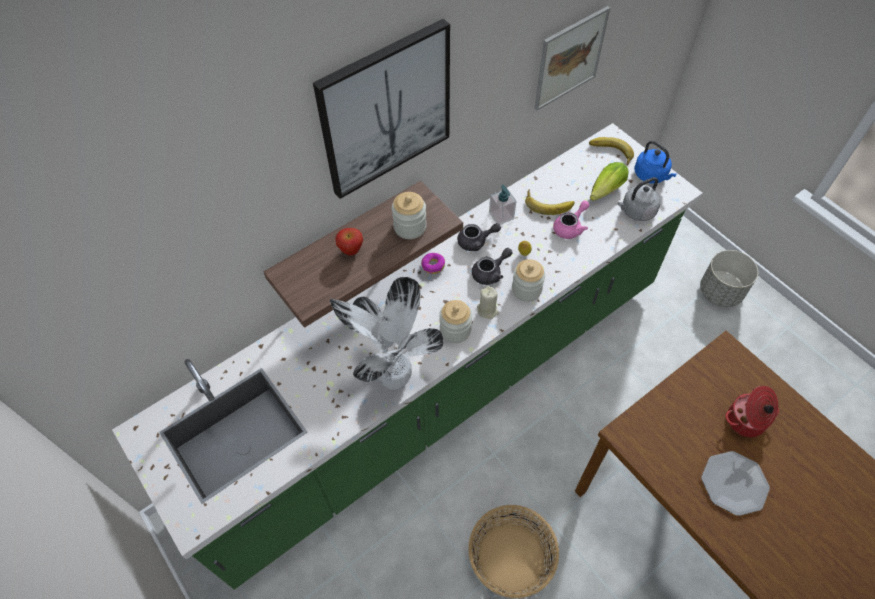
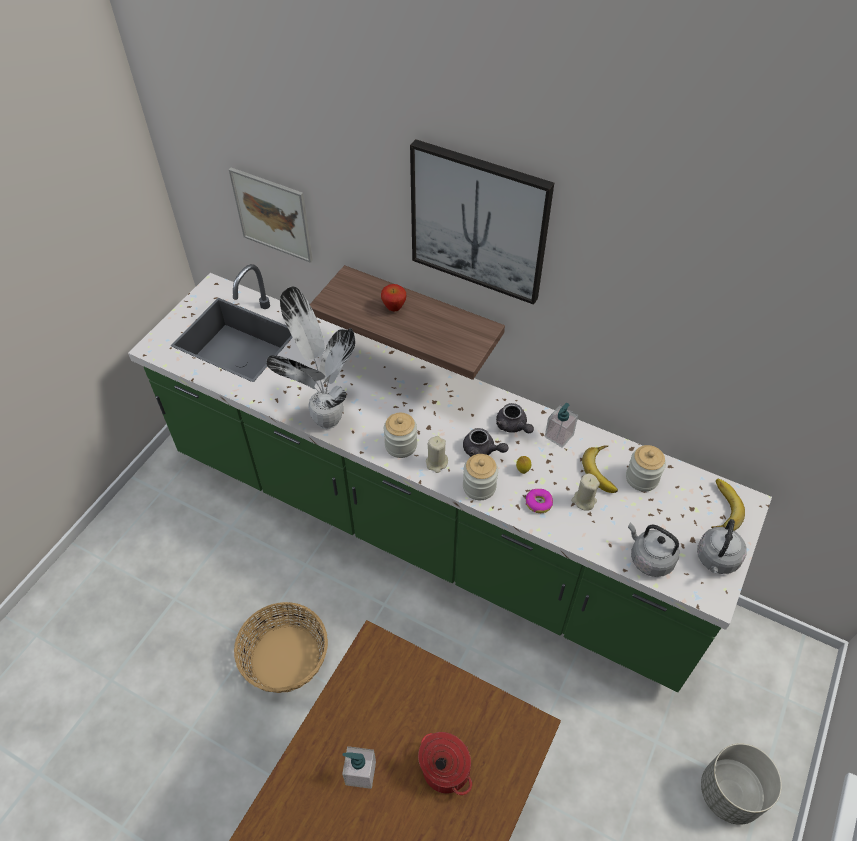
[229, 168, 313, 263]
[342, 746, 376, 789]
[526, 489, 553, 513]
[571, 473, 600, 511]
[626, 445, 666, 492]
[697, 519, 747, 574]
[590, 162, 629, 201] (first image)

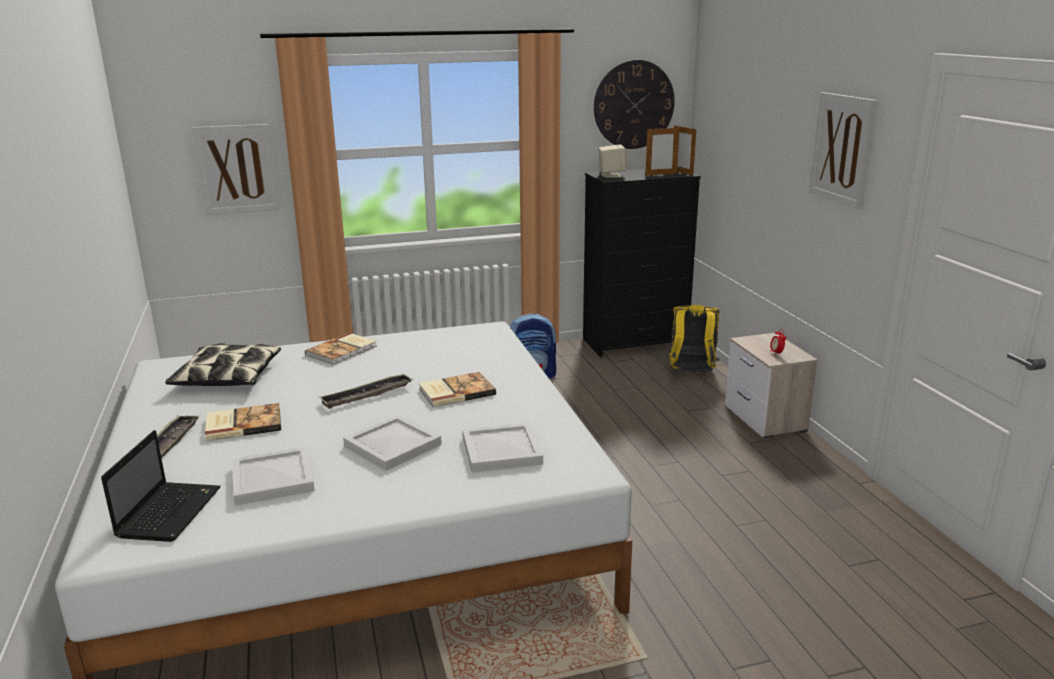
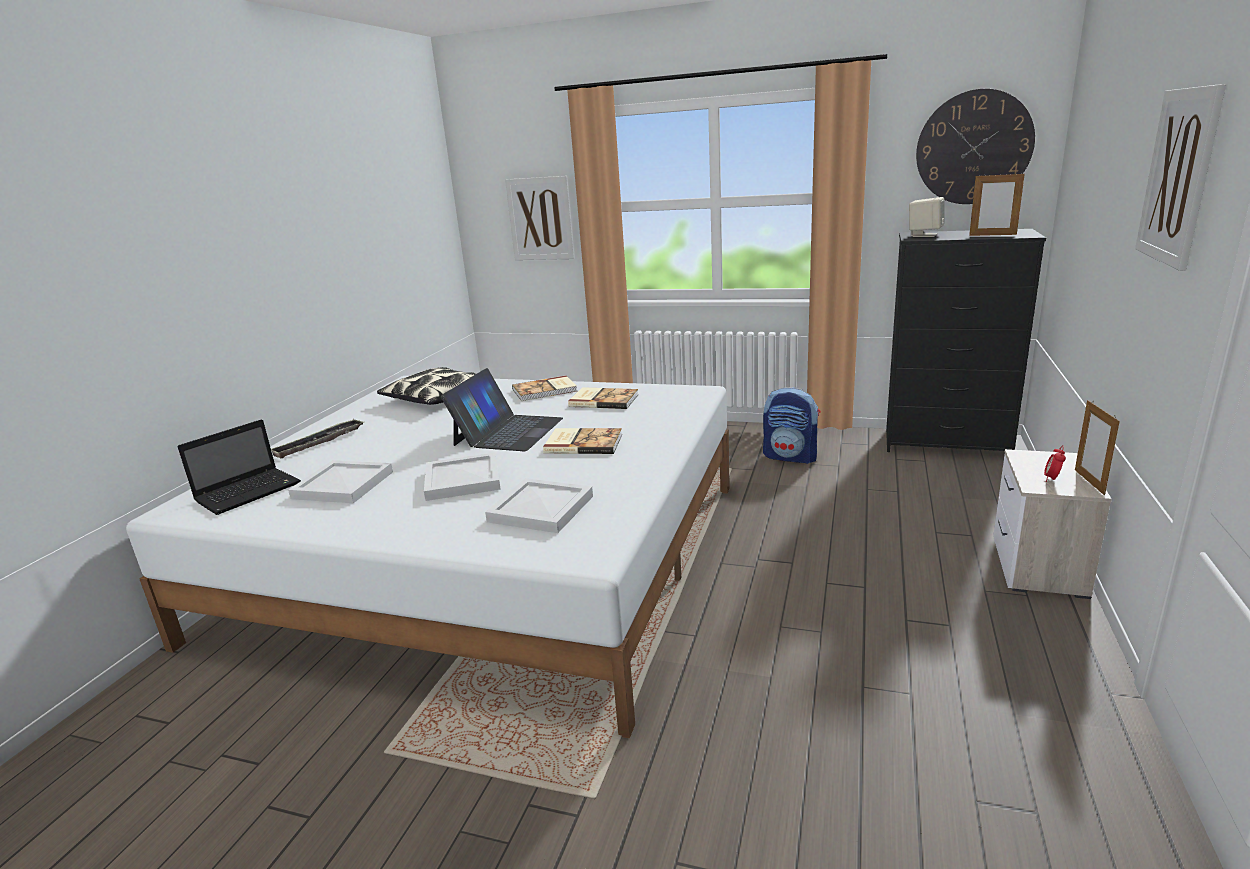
[441, 368, 563, 451]
[568, 387, 638, 409]
[1075, 400, 1120, 495]
[667, 305, 720, 373] (first image)

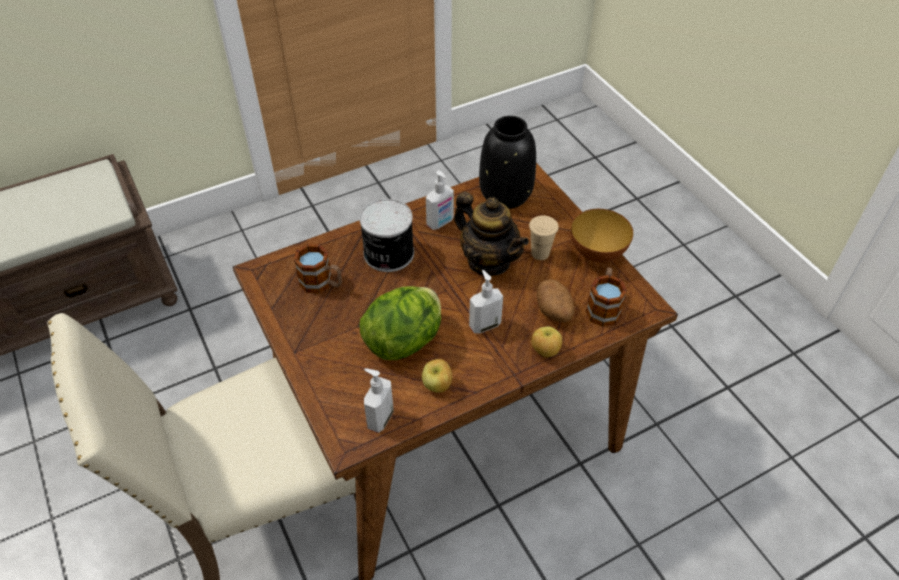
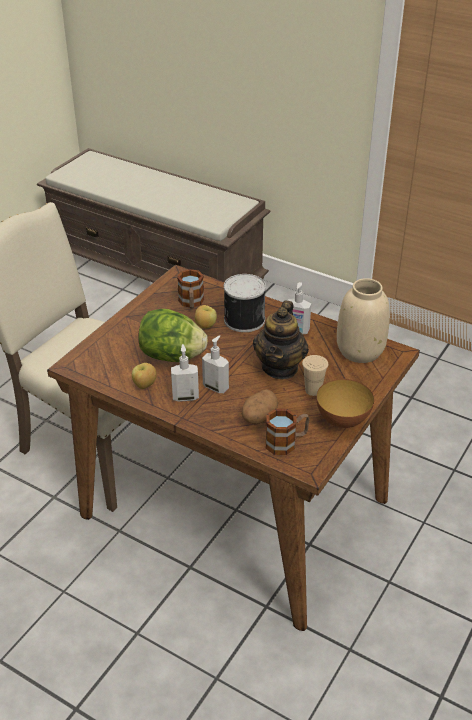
[171, 344, 199, 401]
[195, 305, 217, 329]
[337, 278, 390, 363]

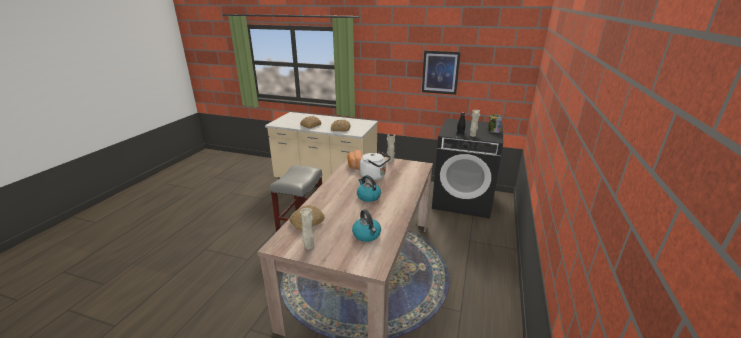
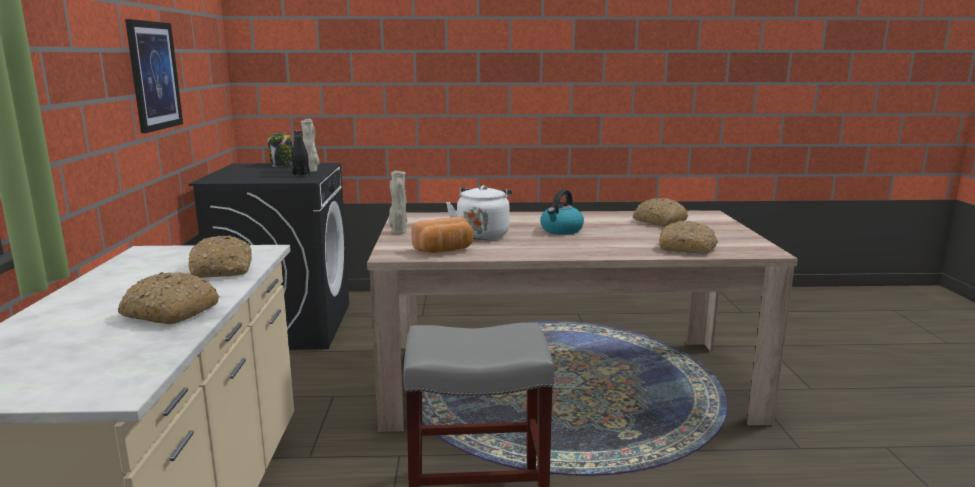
[633, 198, 688, 226]
[300, 208, 314, 249] (first image)

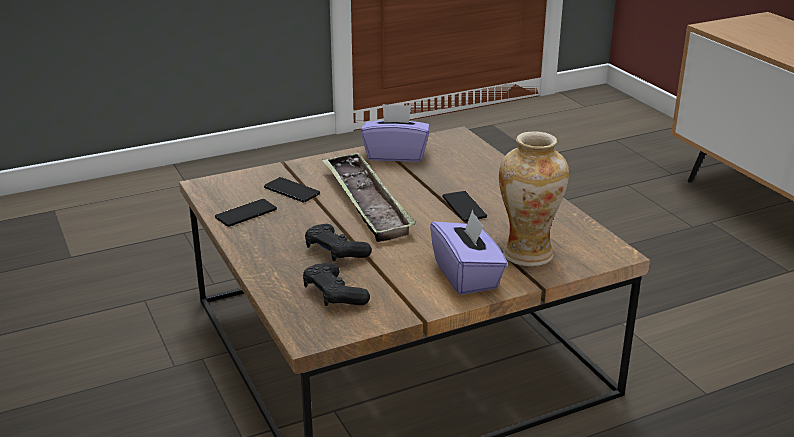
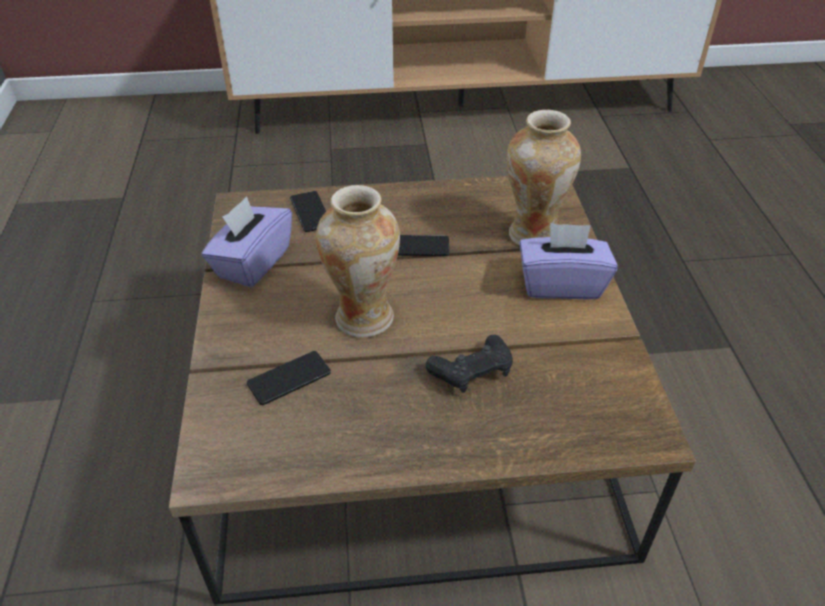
[290, 191, 326, 232]
[316, 185, 400, 337]
[303, 263, 370, 306] (first image)

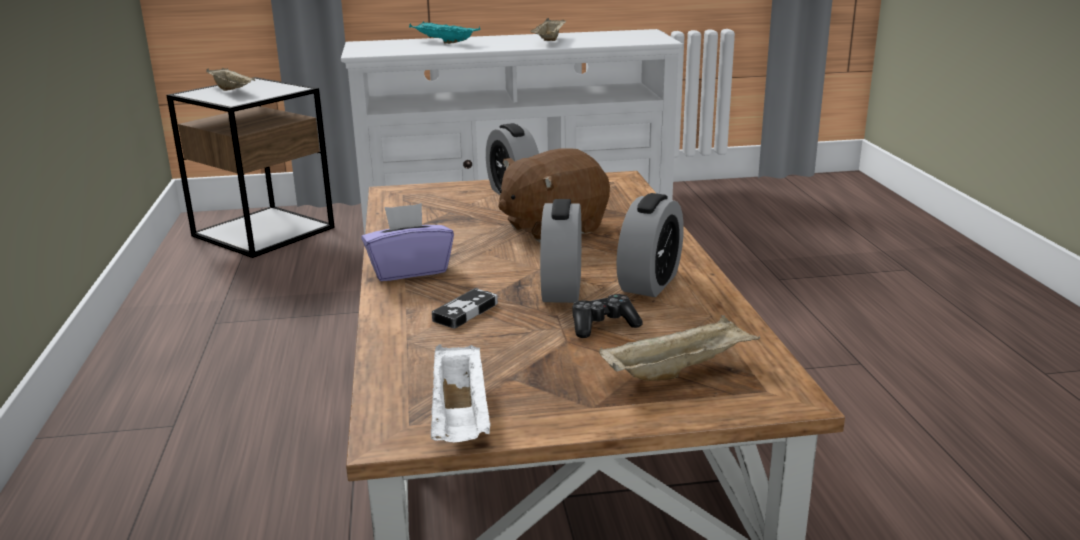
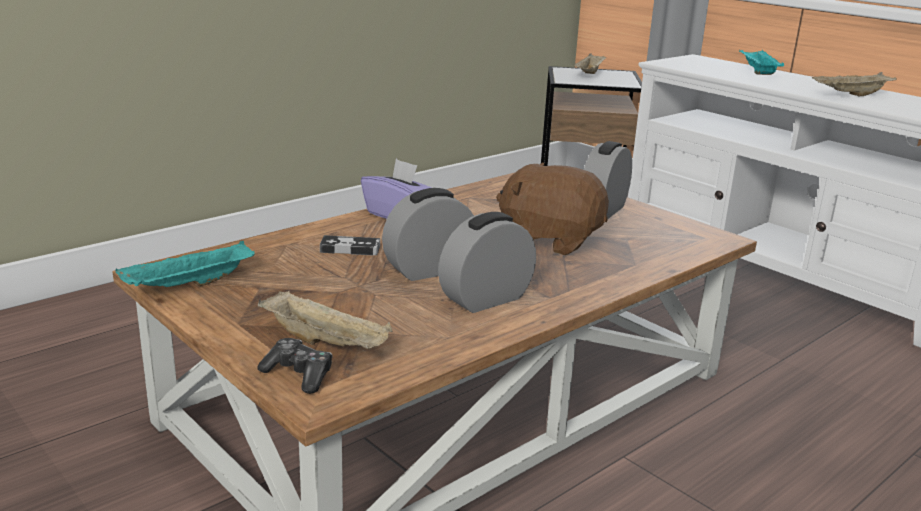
[116, 241, 255, 287]
[257, 338, 333, 394]
[438, 212, 536, 313]

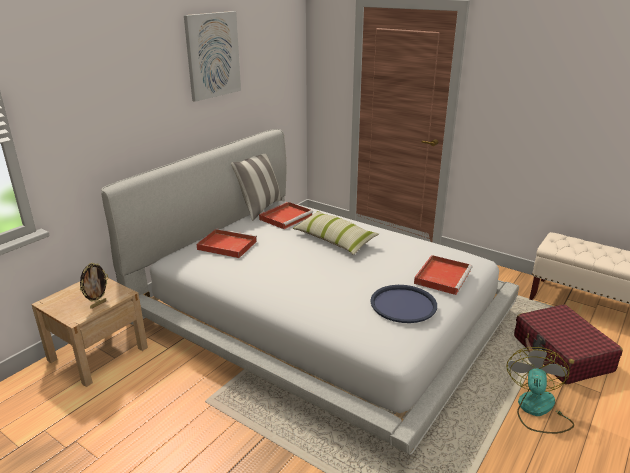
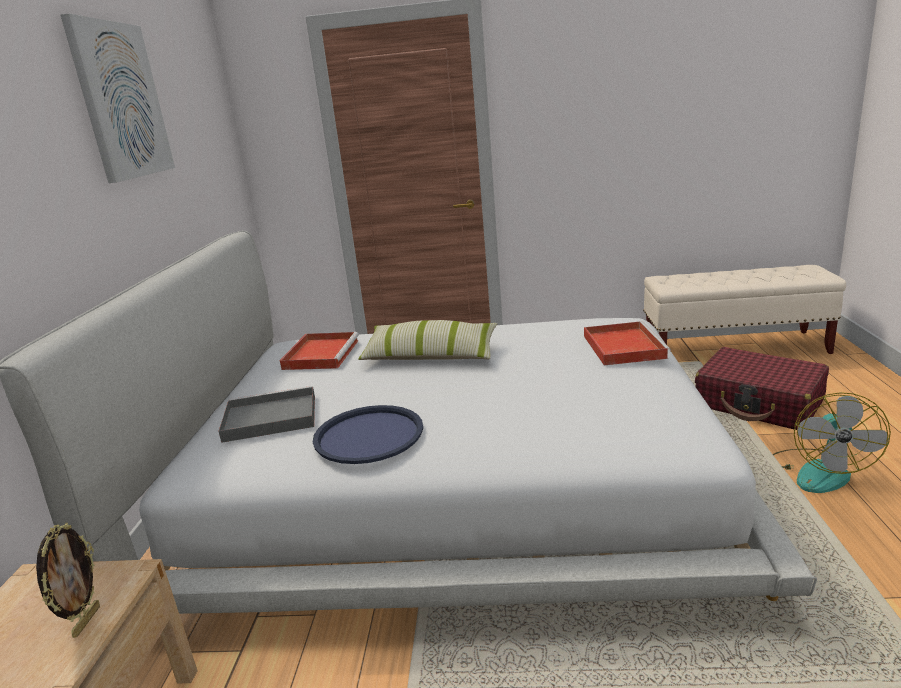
[218, 386, 315, 443]
[313, 405, 423, 464]
[773, 392, 891, 493]
[231, 154, 282, 221] (first image)

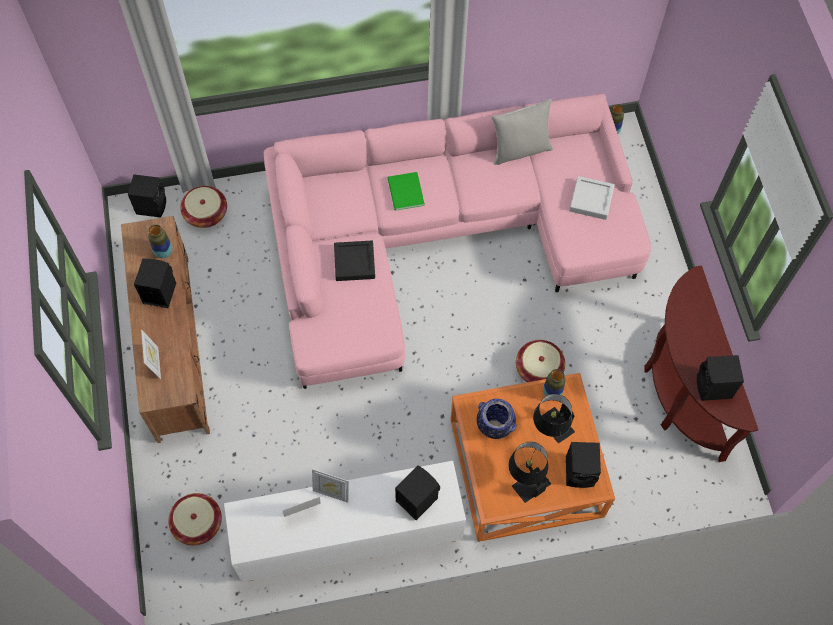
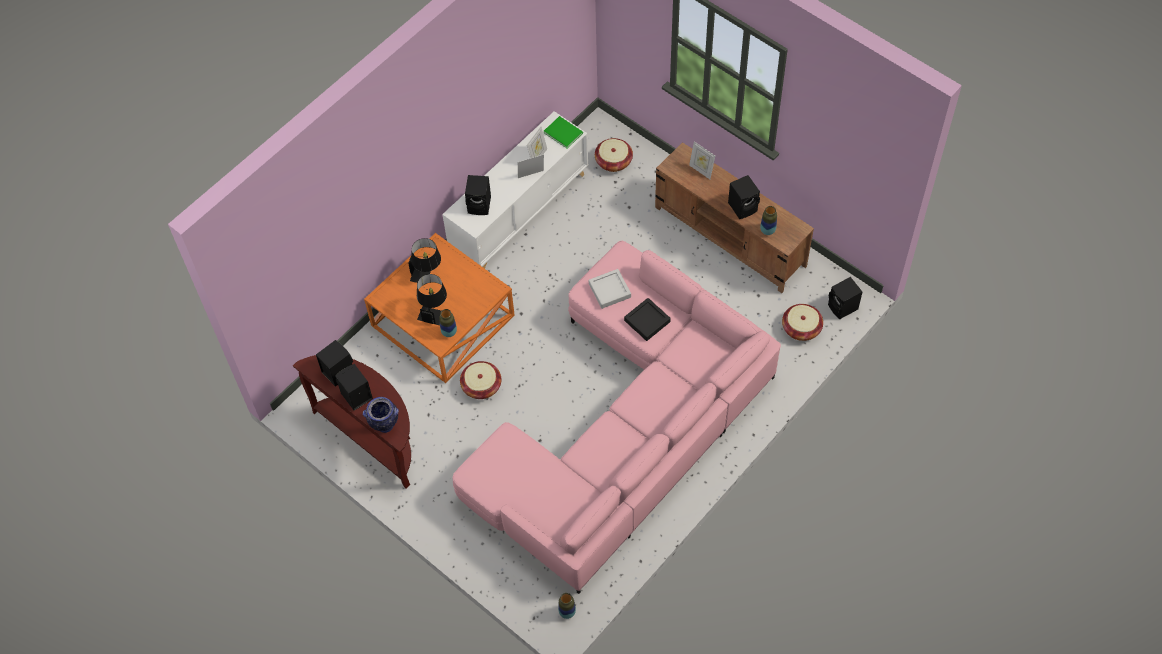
[335, 364, 373, 411]
[363, 397, 399, 433]
[544, 116, 583, 148]
[589, 269, 631, 309]
[492, 99, 553, 165] (first image)

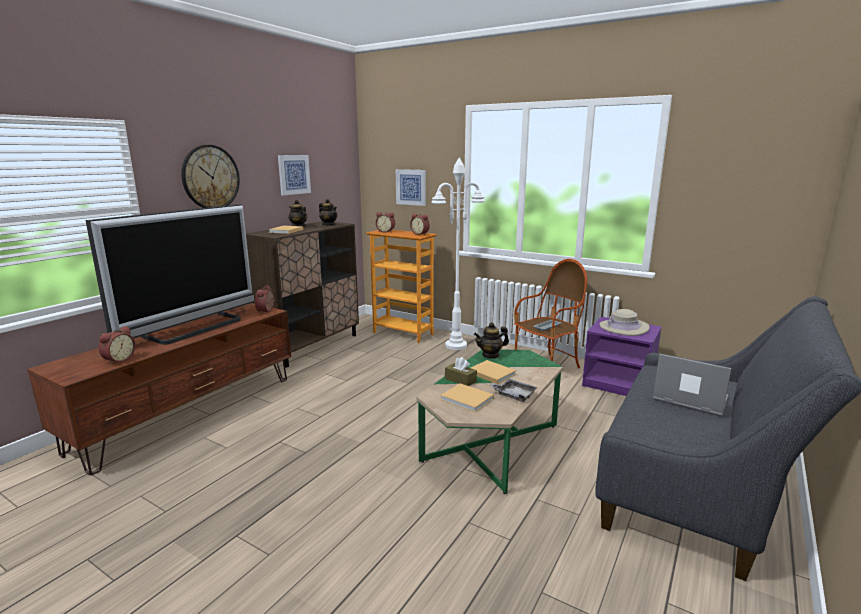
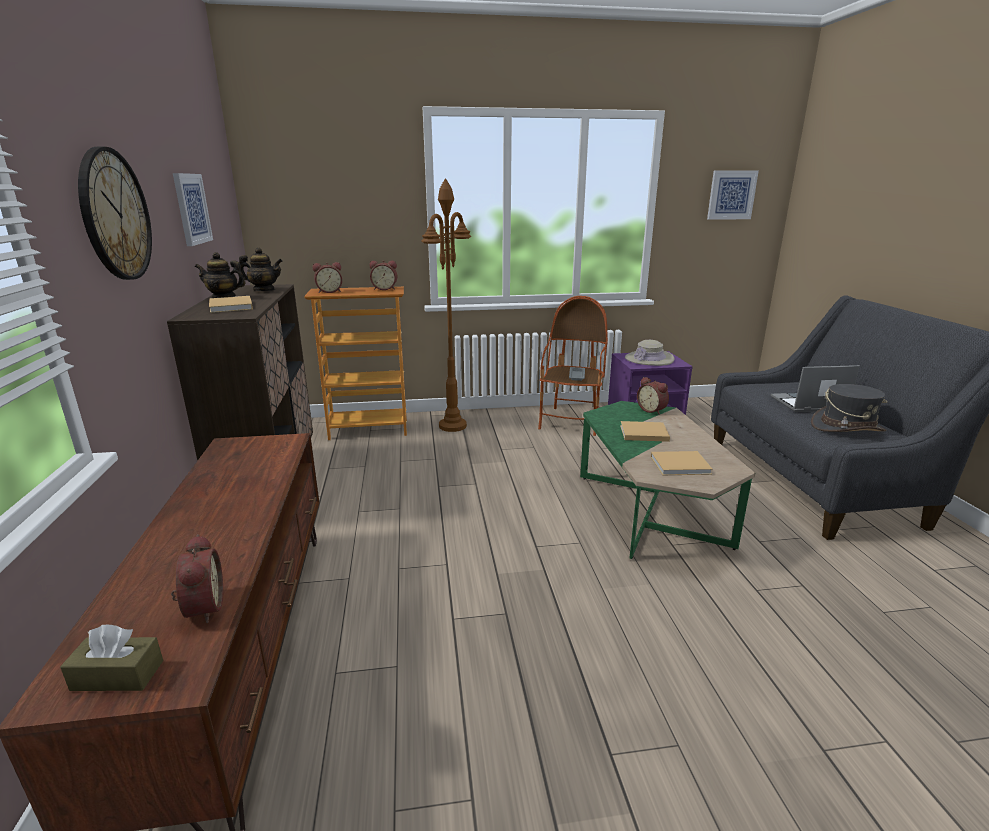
[60, 625, 163, 691]
[421, 178, 471, 432]
[637, 377, 669, 415]
[707, 170, 759, 220]
[811, 384, 888, 432]
[86, 204, 255, 345] (first image)
[474, 322, 509, 359] (first image)
[490, 379, 537, 402] (first image)

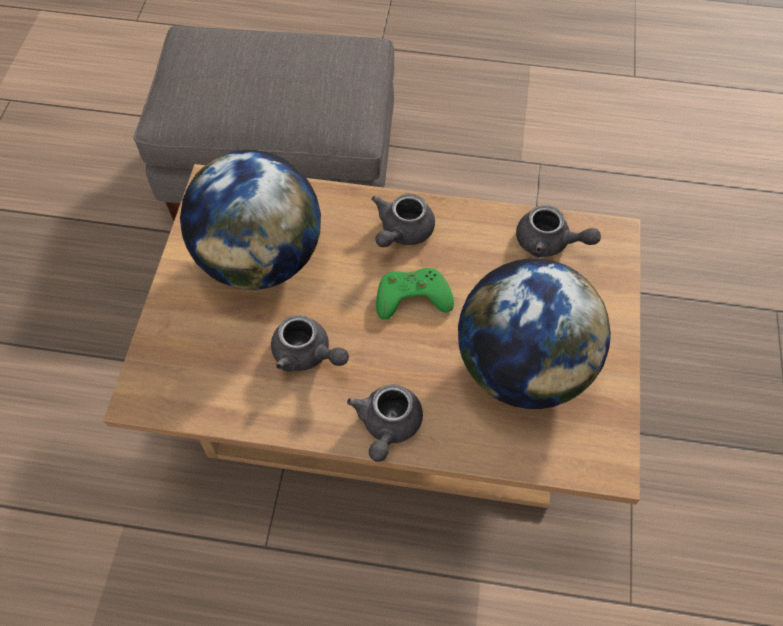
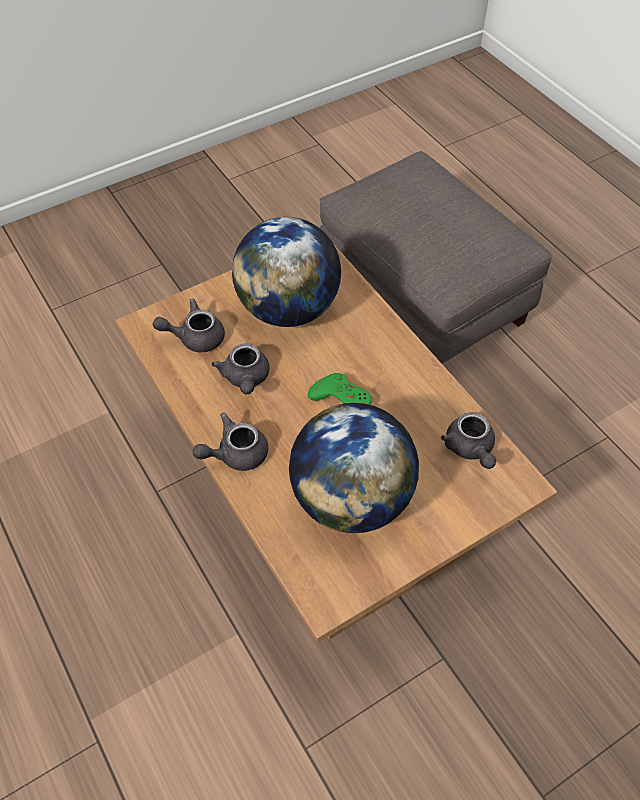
[153, 298, 225, 352]

